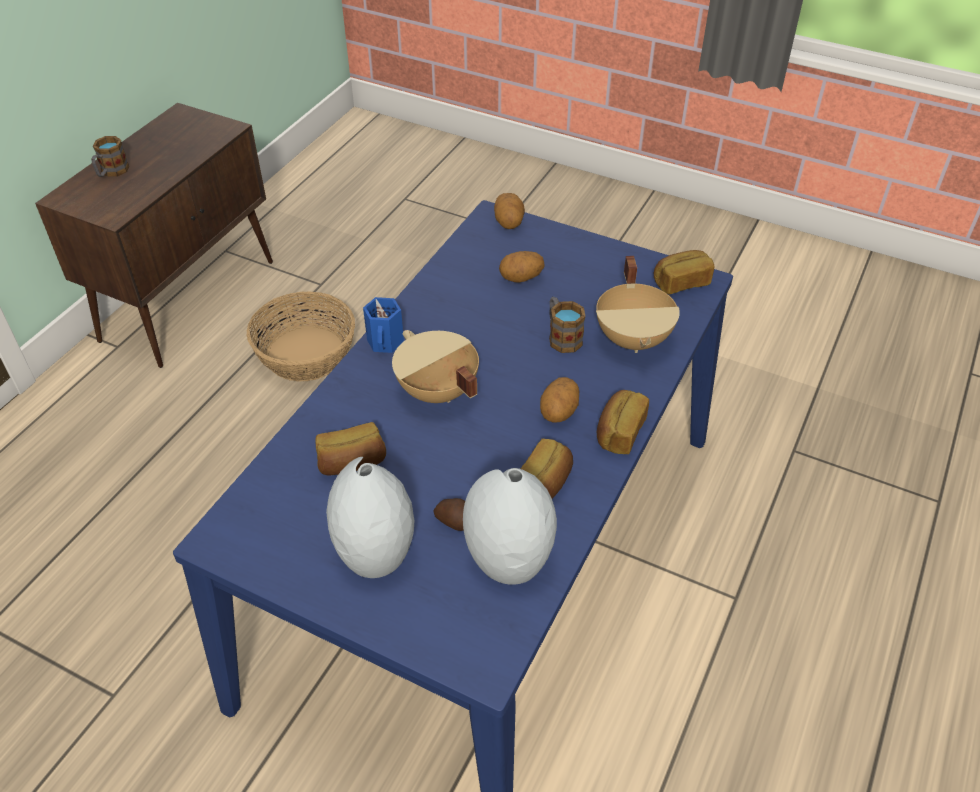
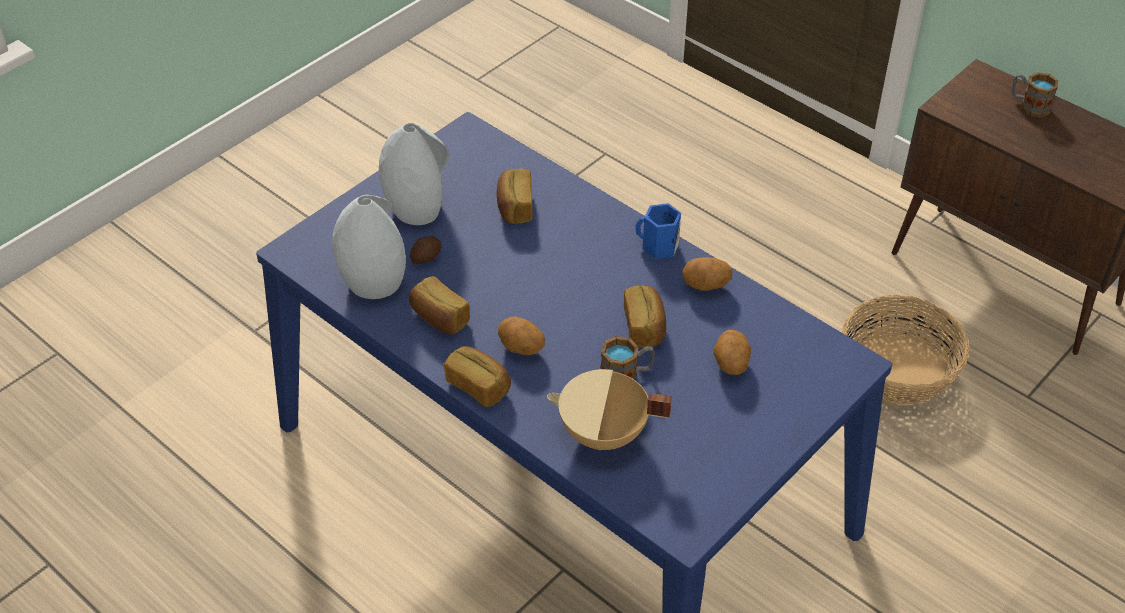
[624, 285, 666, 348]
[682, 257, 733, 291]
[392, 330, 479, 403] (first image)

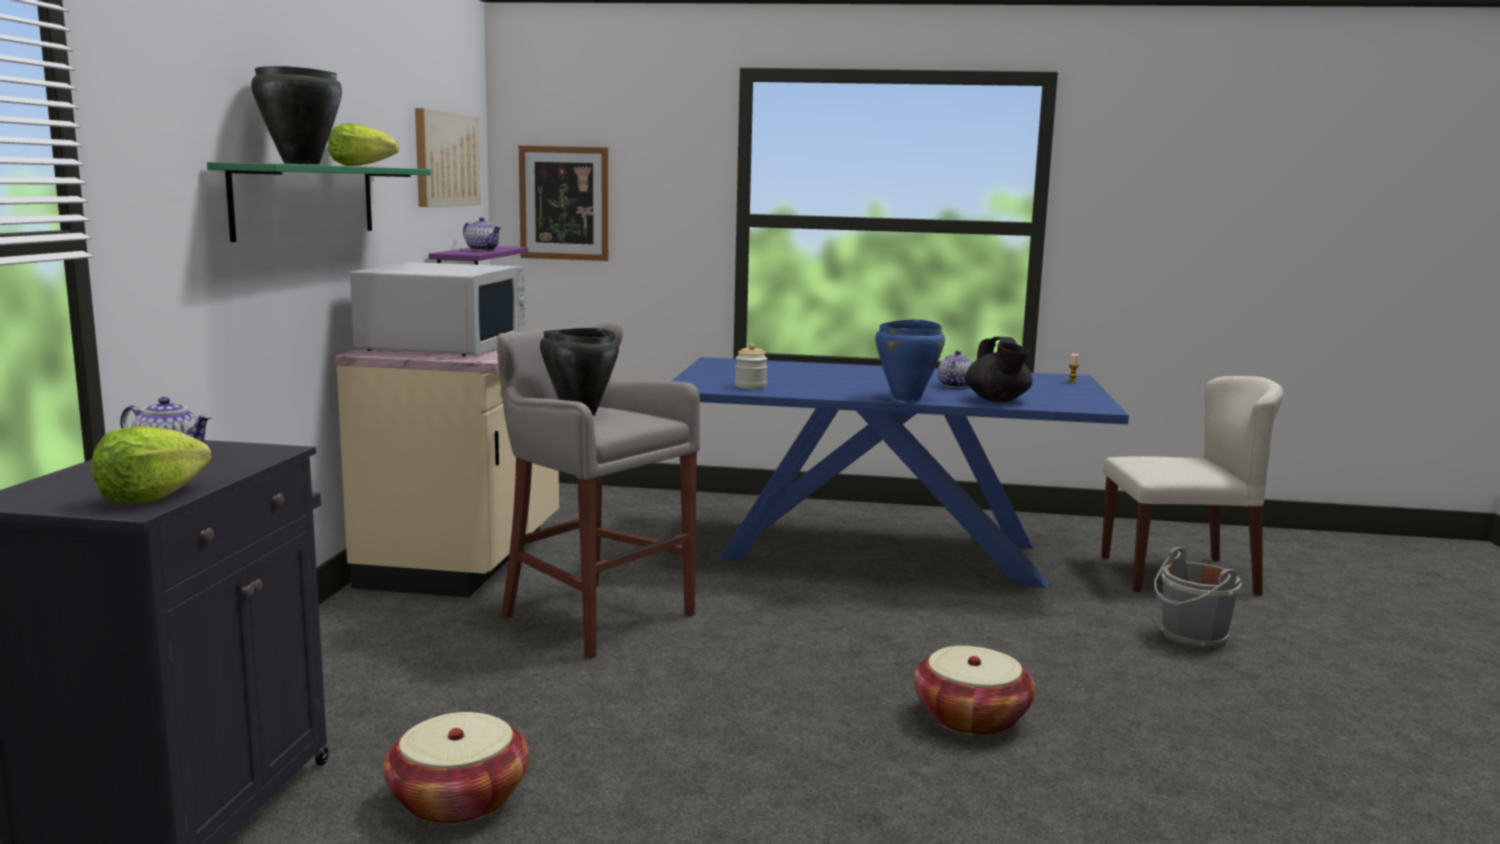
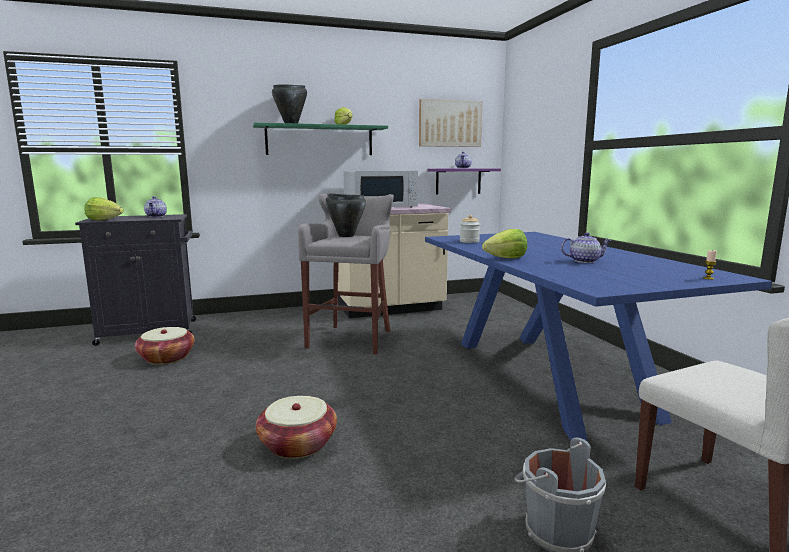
[482, 229, 527, 258]
[519, 145, 608, 261] (first image)
[965, 337, 1033, 402] (first image)

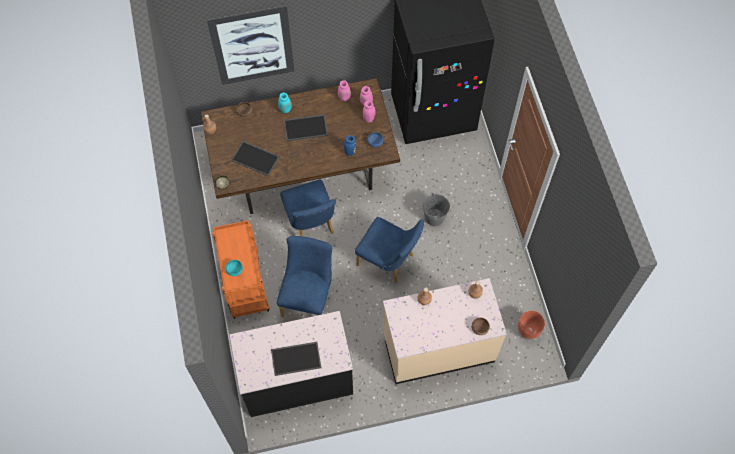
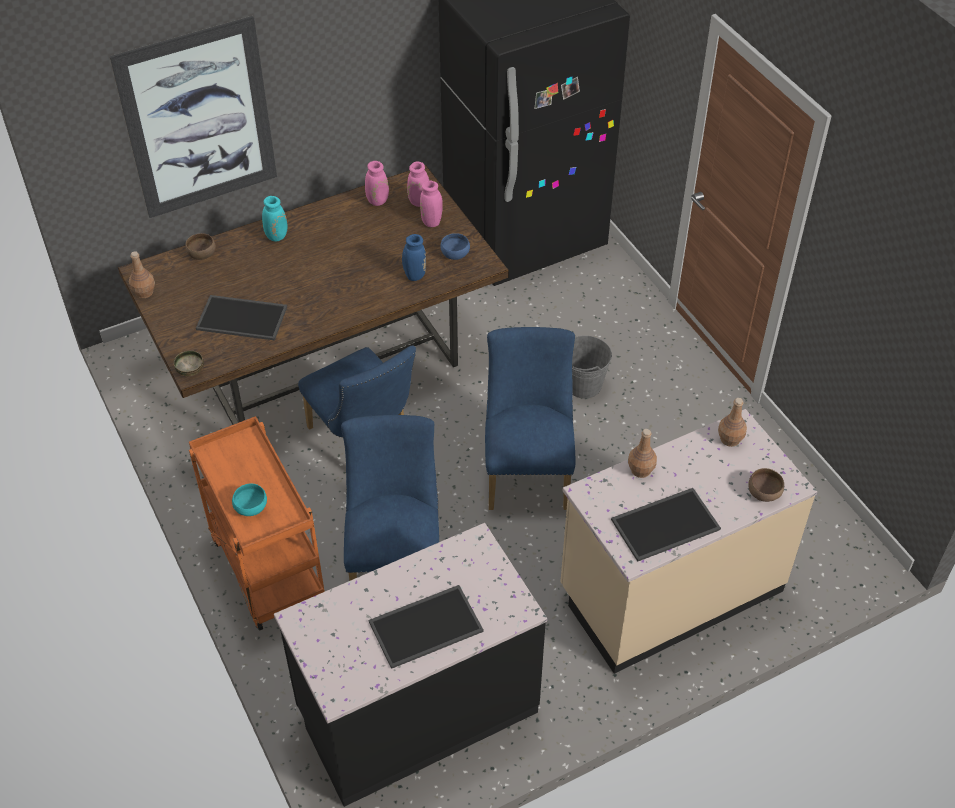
[485, 327, 575, 510]
[611, 488, 721, 562]
[517, 311, 545, 340] (first image)

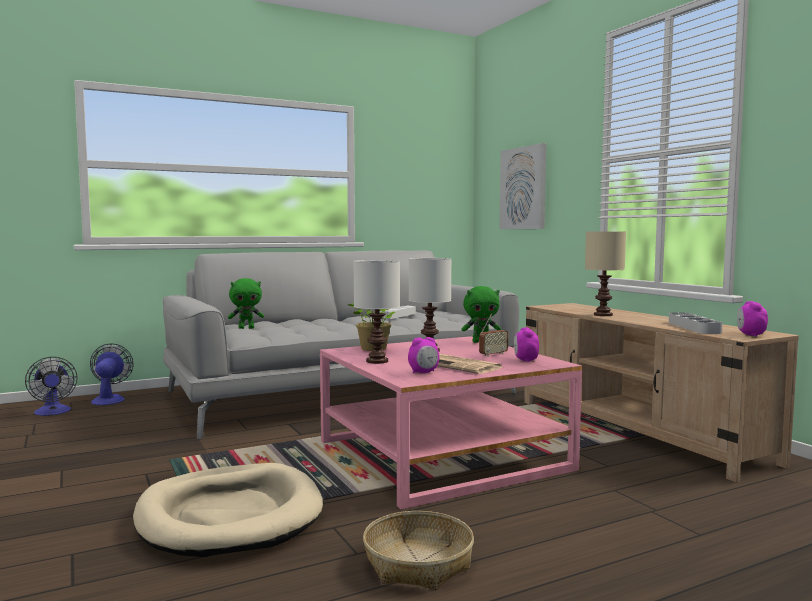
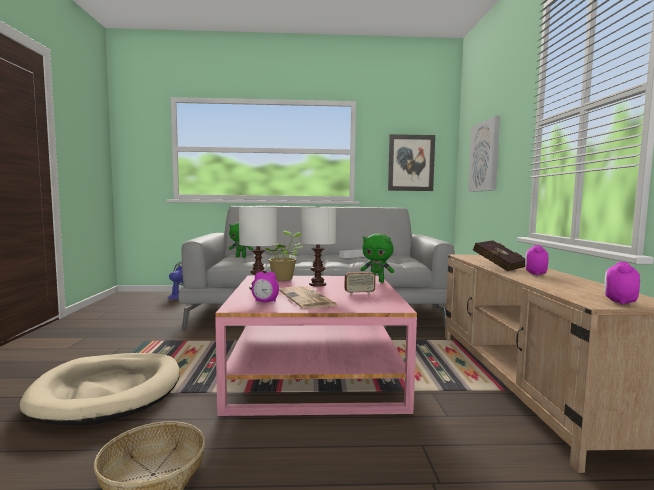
[388, 134, 435, 191]
[473, 240, 525, 271]
[525, 245, 548, 275]
[25, 357, 77, 416] (first image)
[669, 312, 723, 334] (first image)

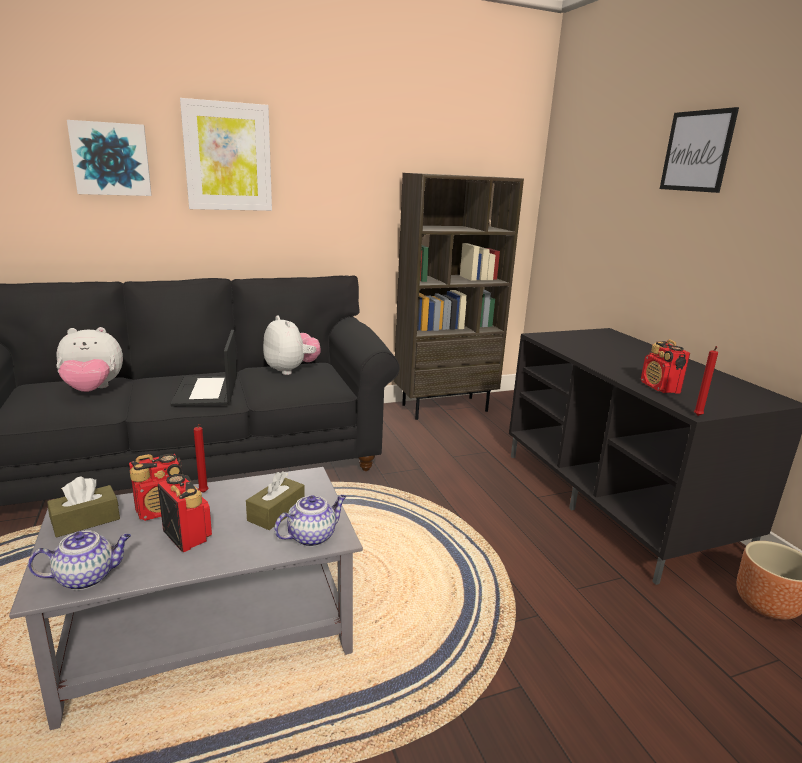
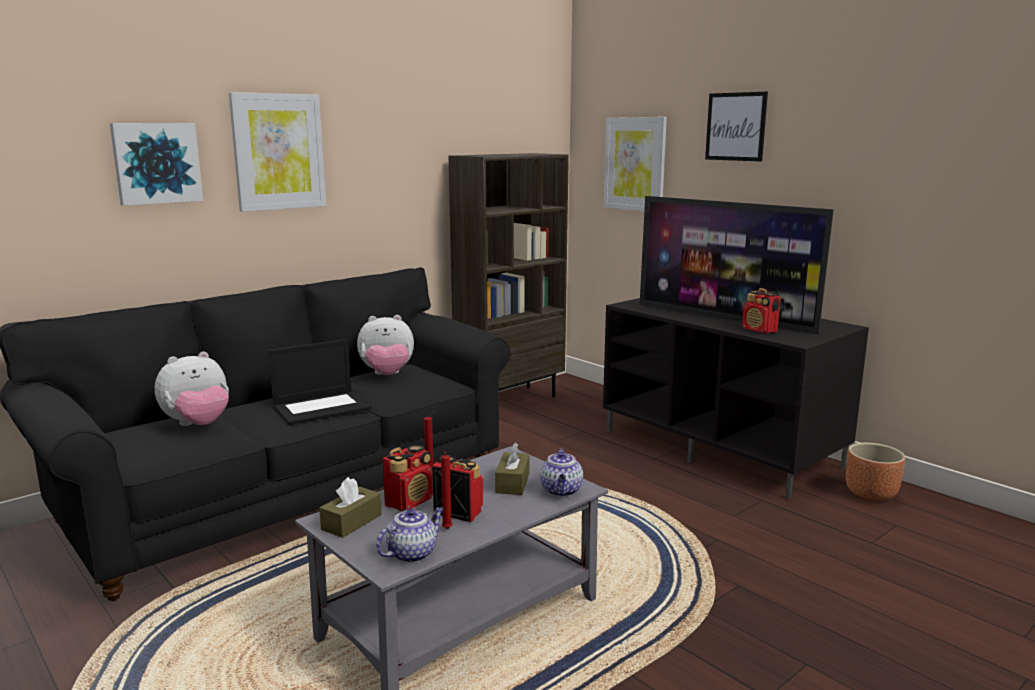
[268, 339, 371, 425]
[357, 315, 414, 375]
[441, 452, 452, 529]
[540, 448, 583, 497]
[604, 117, 667, 211]
[640, 196, 834, 335]

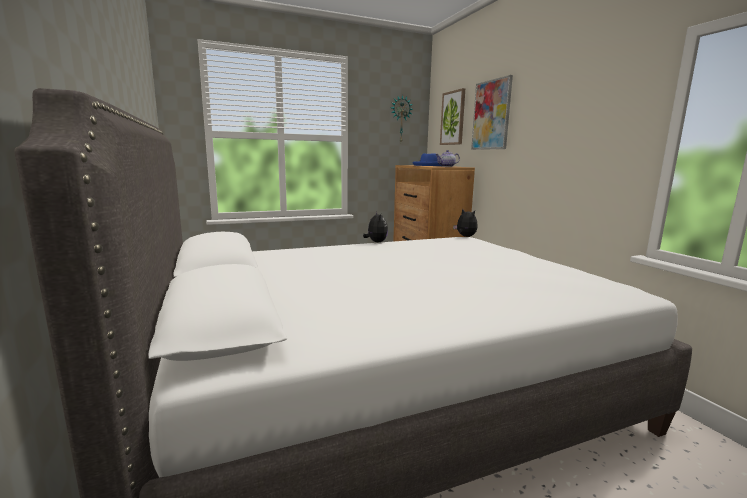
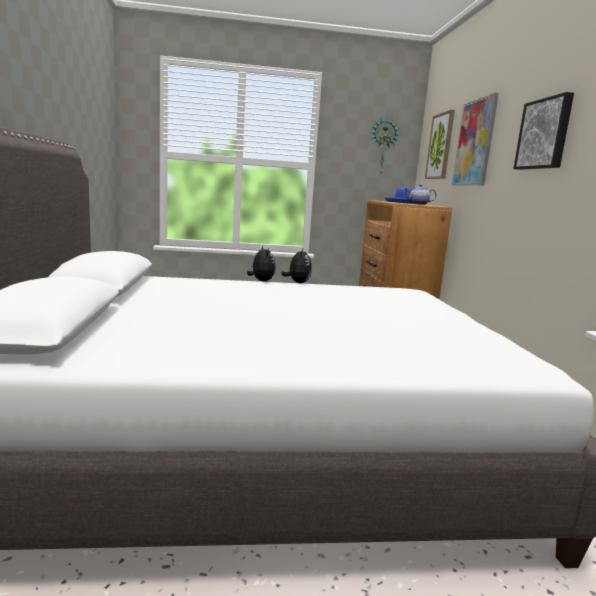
[247, 246, 276, 281]
[513, 92, 574, 170]

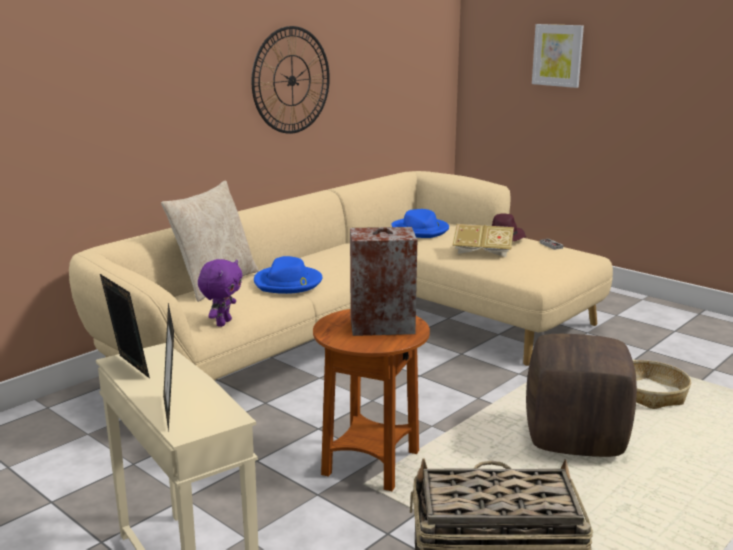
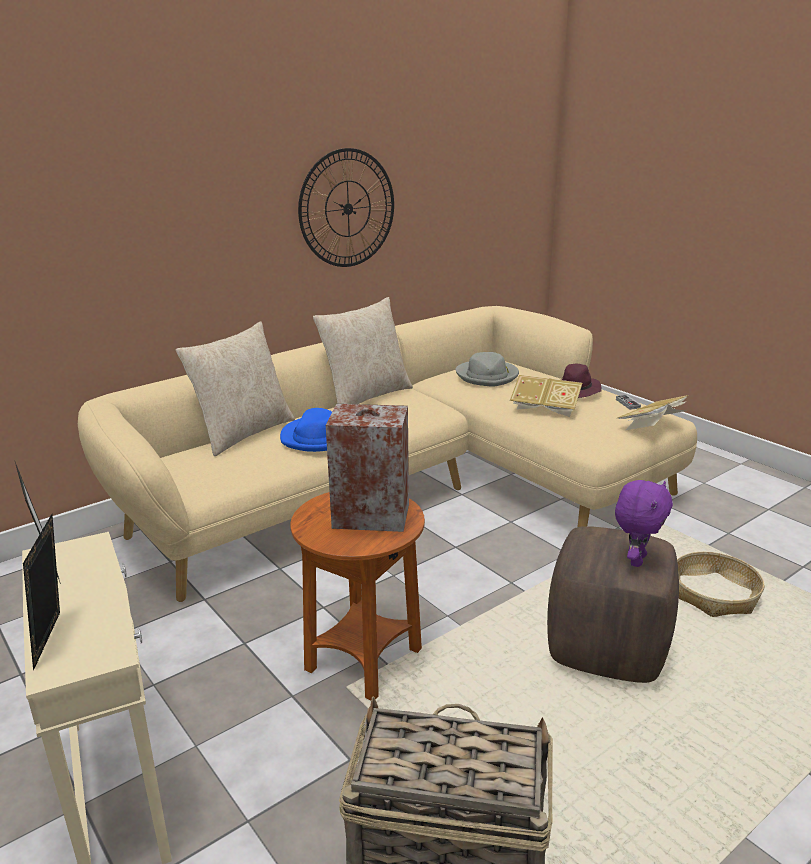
[313, 297, 413, 404]
[456, 352, 519, 387]
[615, 480, 673, 567]
[617, 395, 688, 430]
[532, 24, 584, 88] (first image)

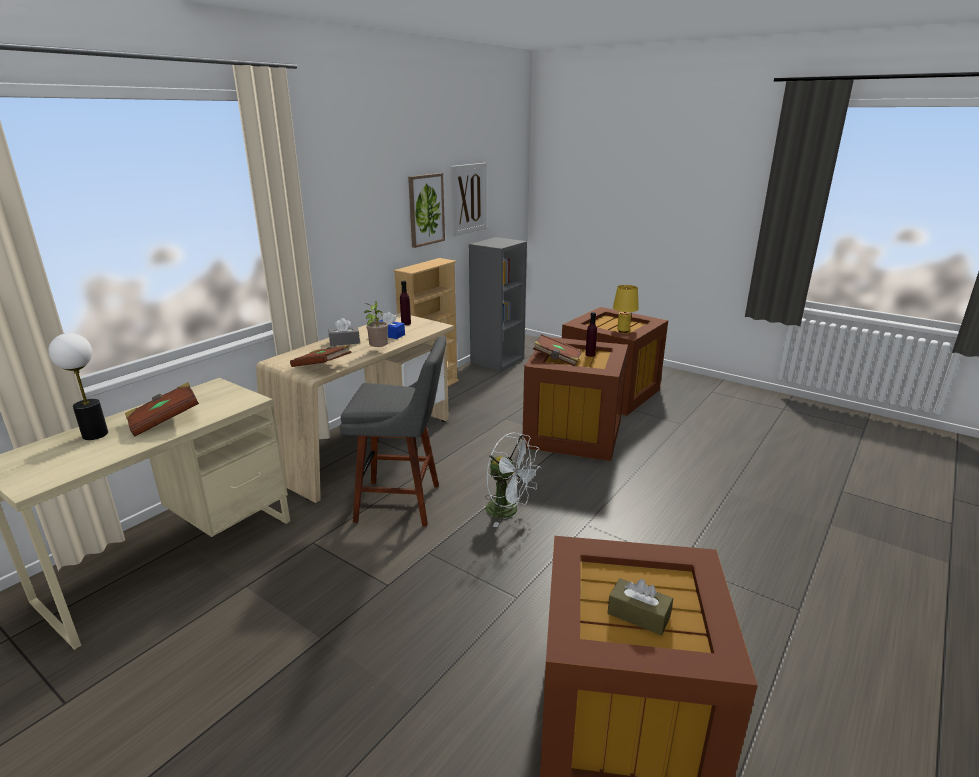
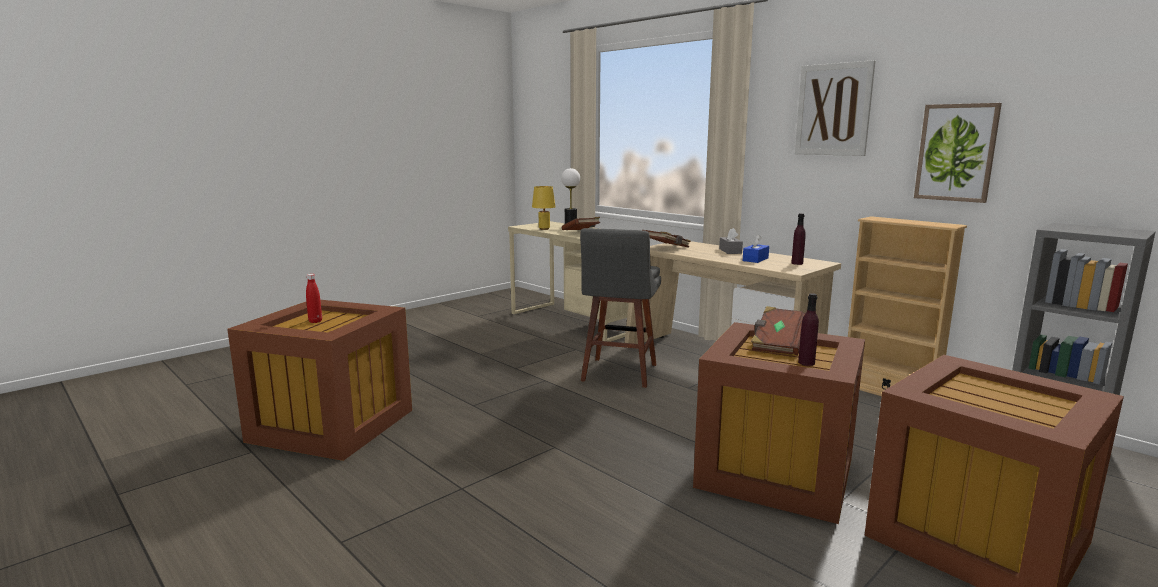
[306, 274, 322, 323]
[532, 186, 555, 230]
[795, 60, 875, 156]
[364, 301, 388, 348] (first image)
[485, 433, 541, 527] (first image)

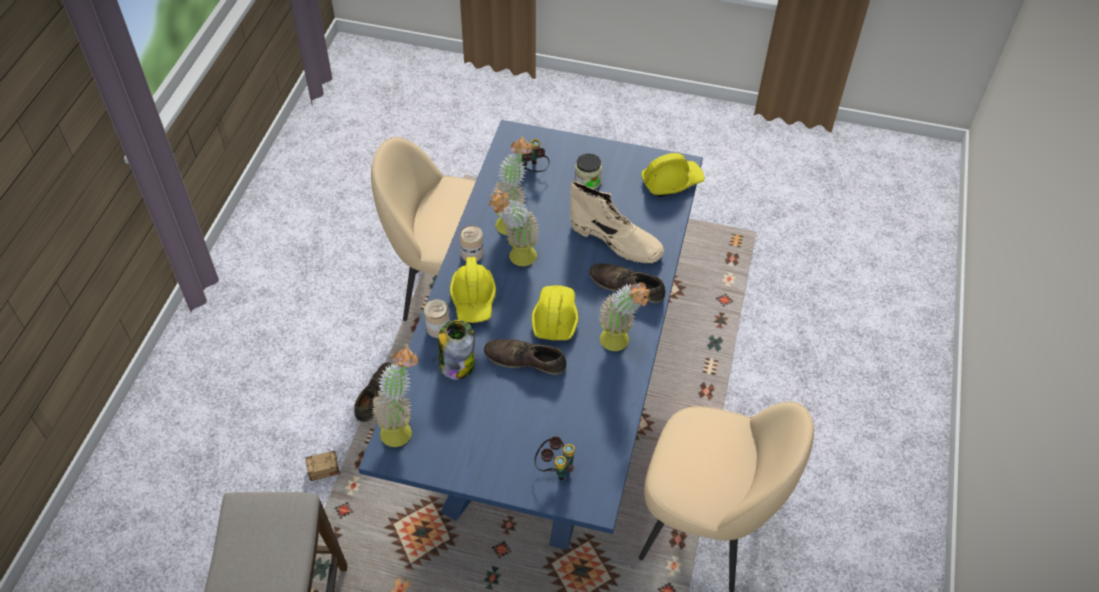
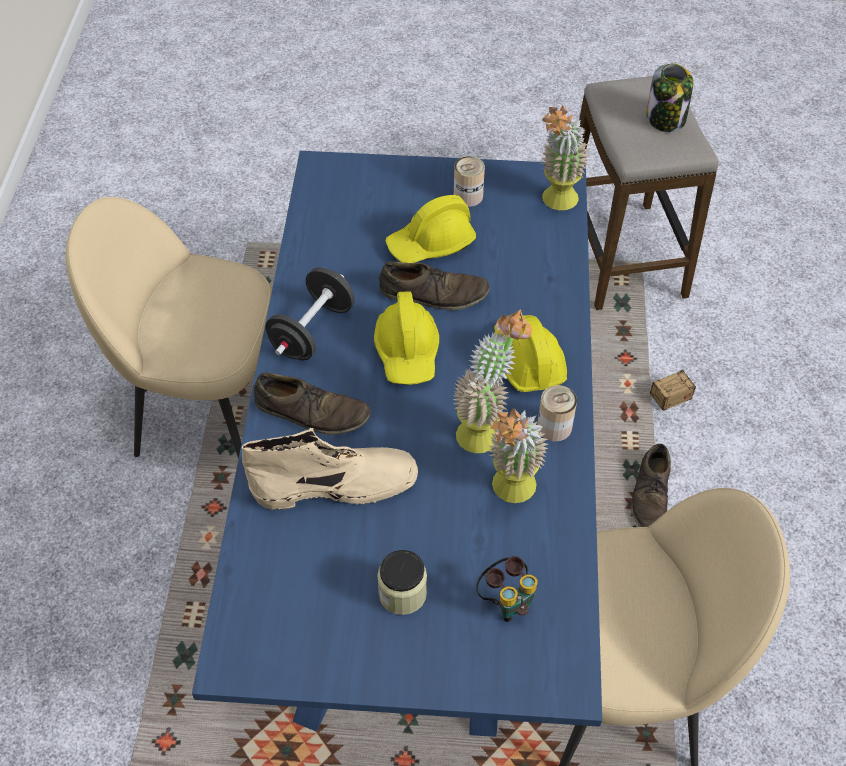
[241, 428, 418, 510]
[265, 268, 355, 360]
[385, 195, 476, 263]
[454, 156, 485, 207]
[646, 63, 693, 132]
[534, 436, 575, 480] (first image)

